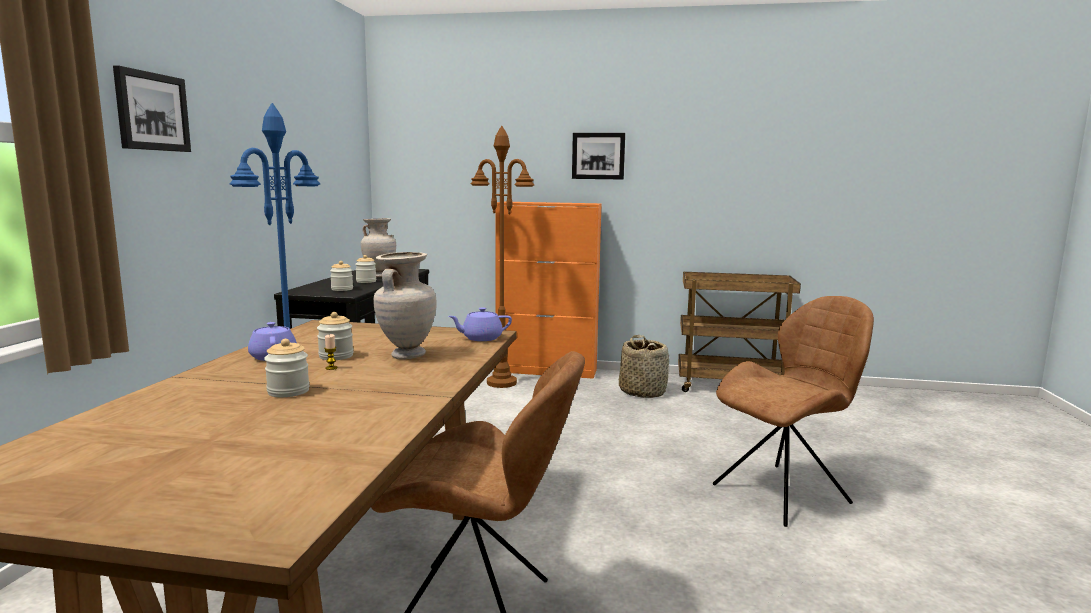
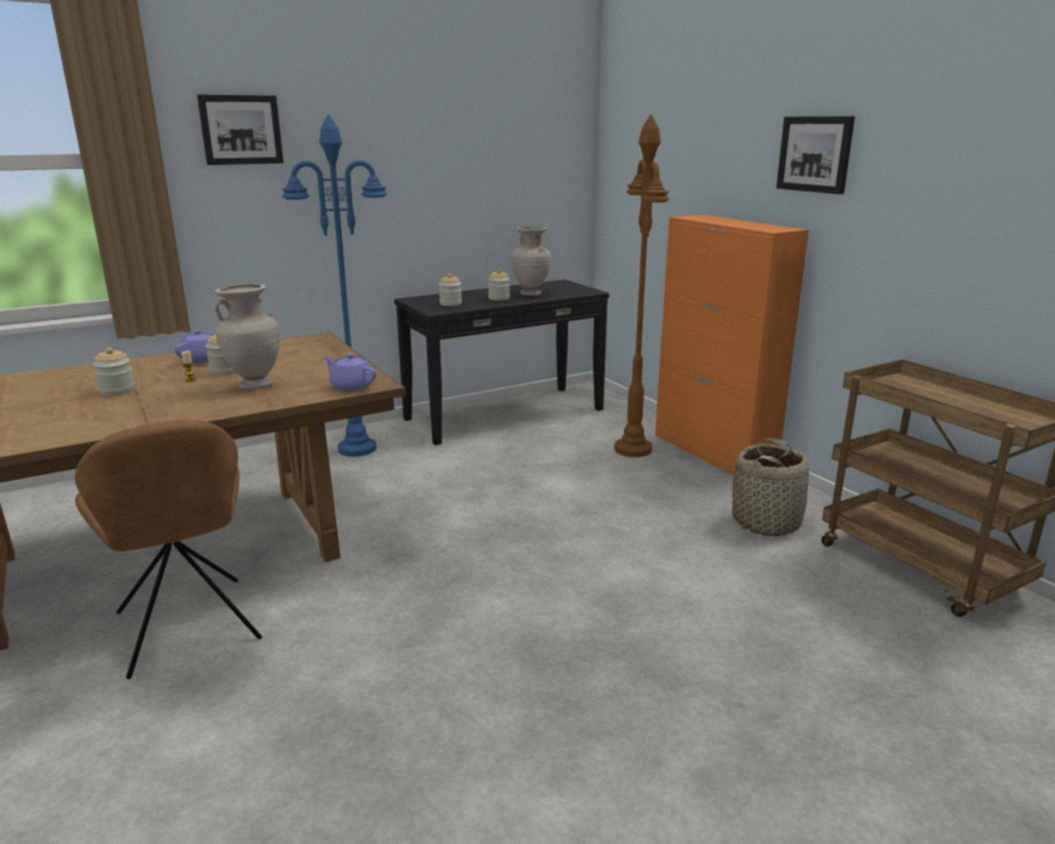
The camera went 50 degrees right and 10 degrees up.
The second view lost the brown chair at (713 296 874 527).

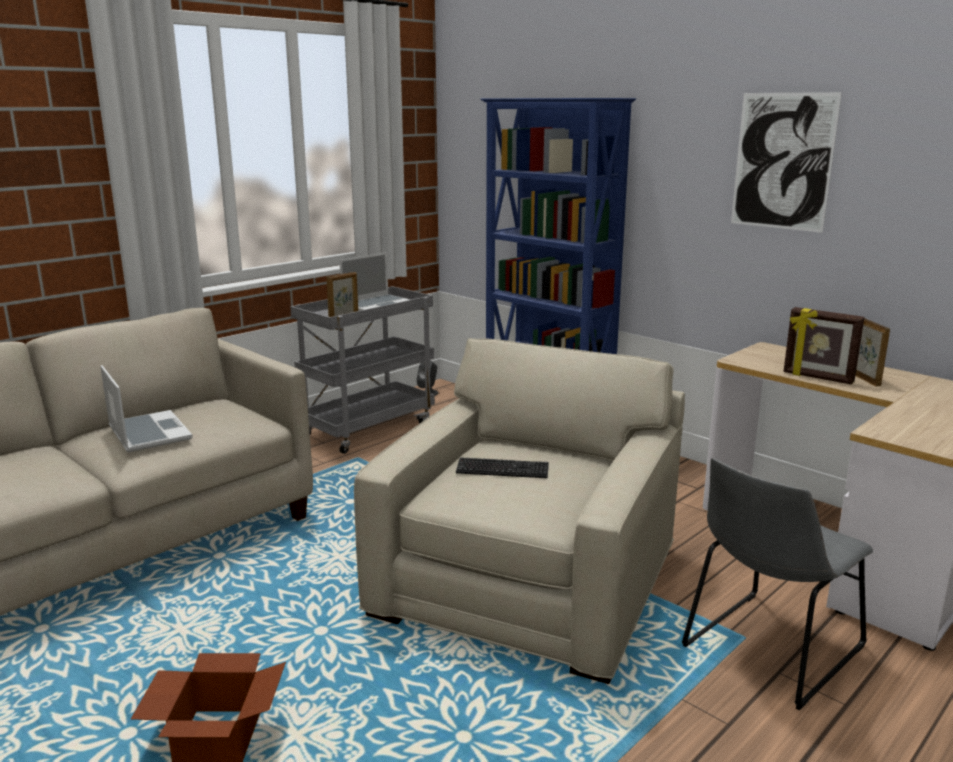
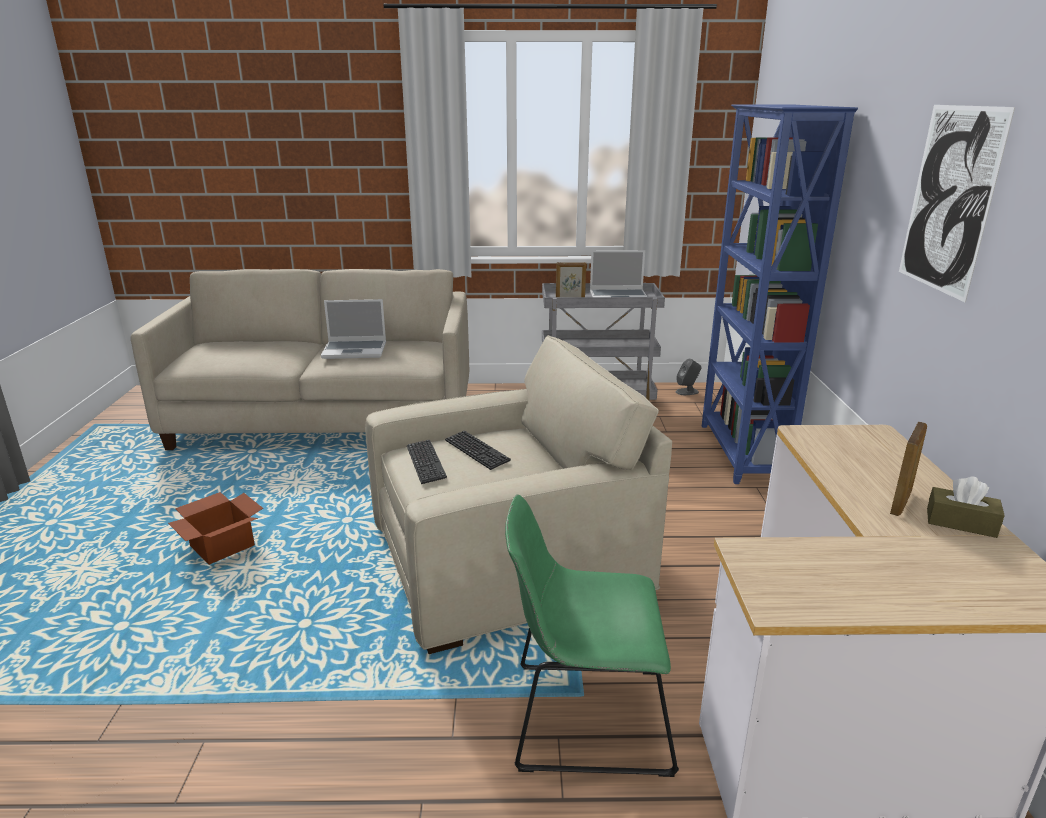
The camera went 45 degrees right and 5 degrees up.
The second view lost the picture frame at (783 307 865 384).
The second view gained the keyboard at (407 440 447 484).
The second view gained the brown tissue box at (927 477 1005 538).
What was the grey chair at (682 458 873 711) turned into the green chair at (505 494 679 777).
The laptop at (100 365 193 453) ended up facing another way, 75 degrees clockwise from before.

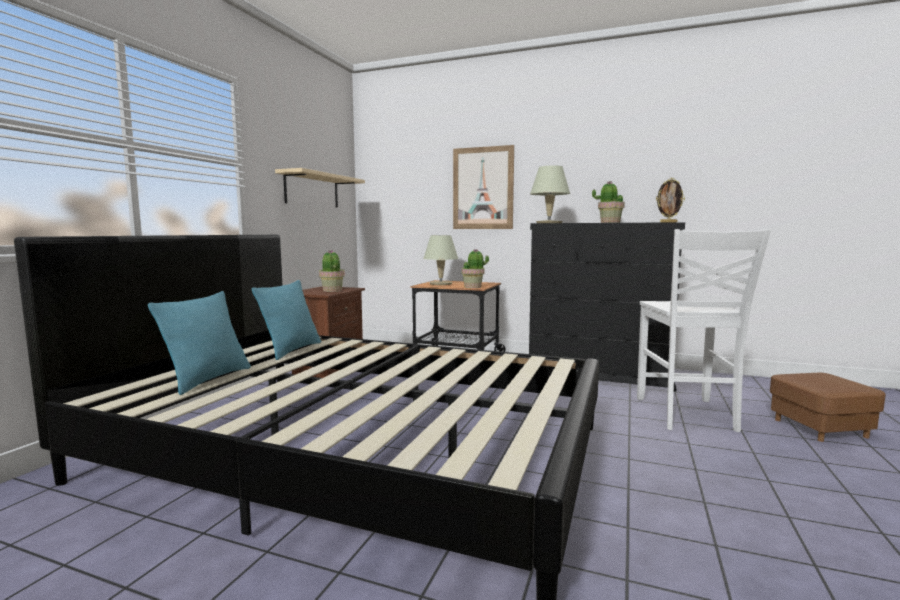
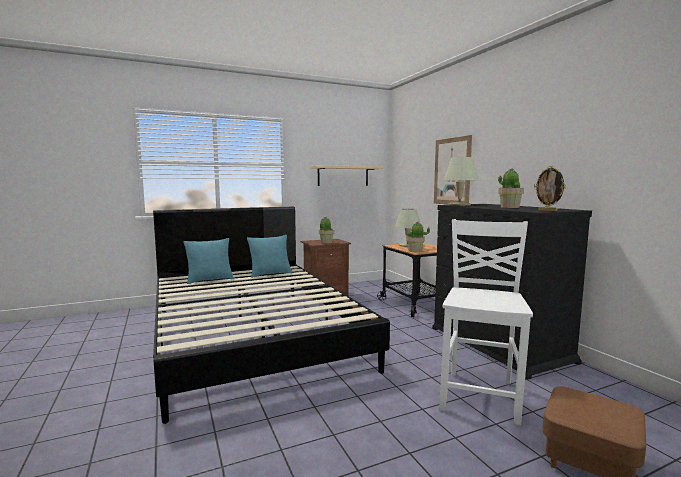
The camera went 45 degrees right and 0 degrees up.
The white chair at (637 229 771 432) ended up facing another way, 150 degrees clockwise from before.

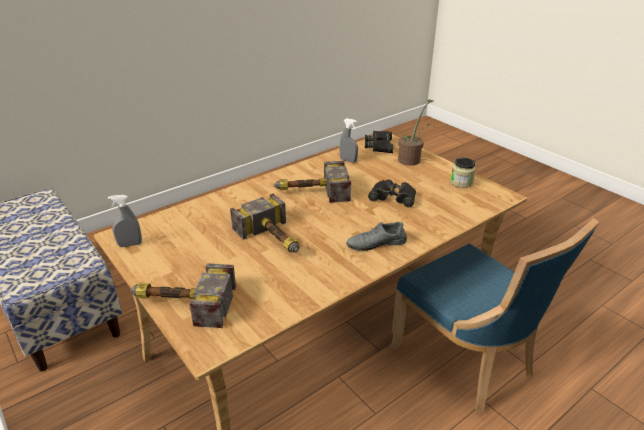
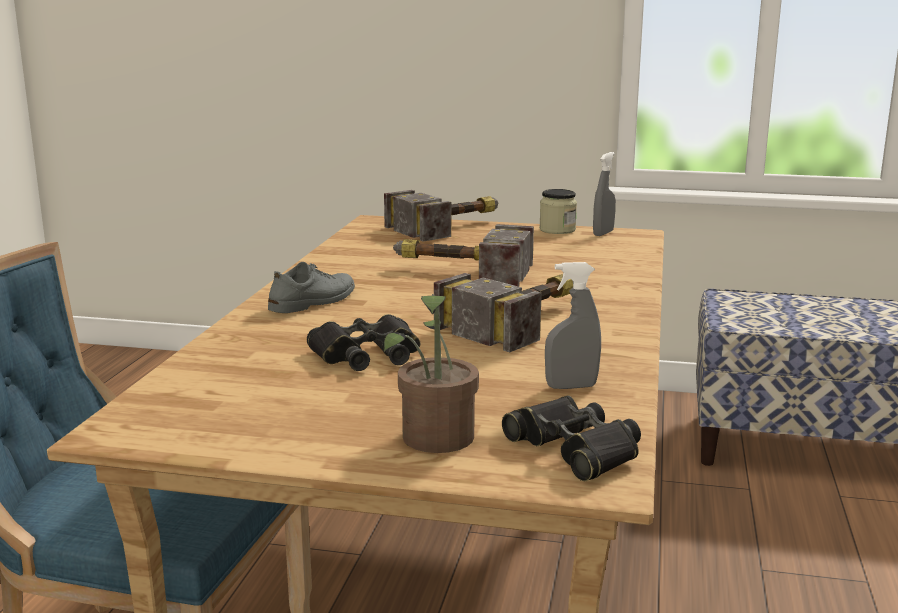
The camera went 140 degrees right and 15 degrees down.
The jar ended up elsewhere, having gone from (451 158 476 188) to (539 189 577 234).

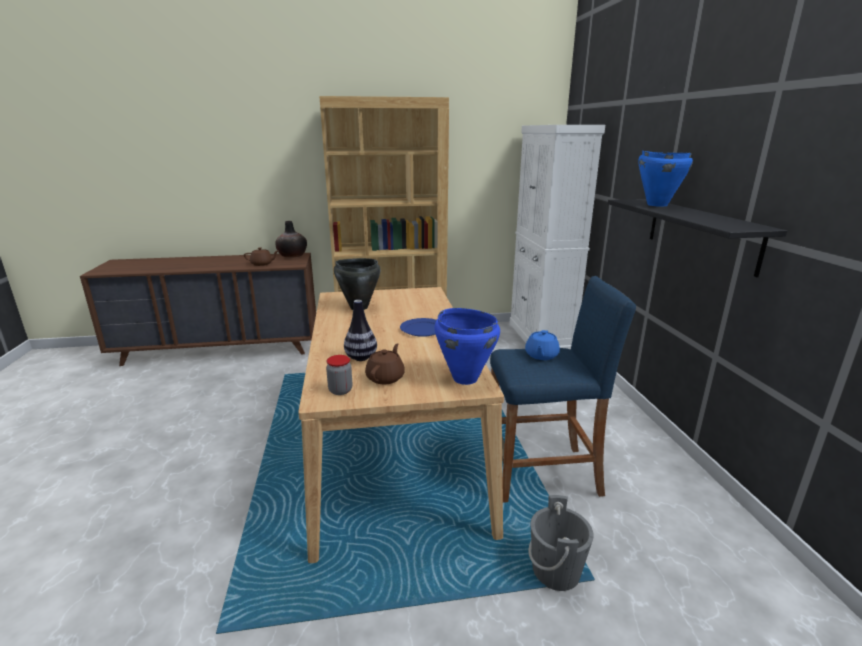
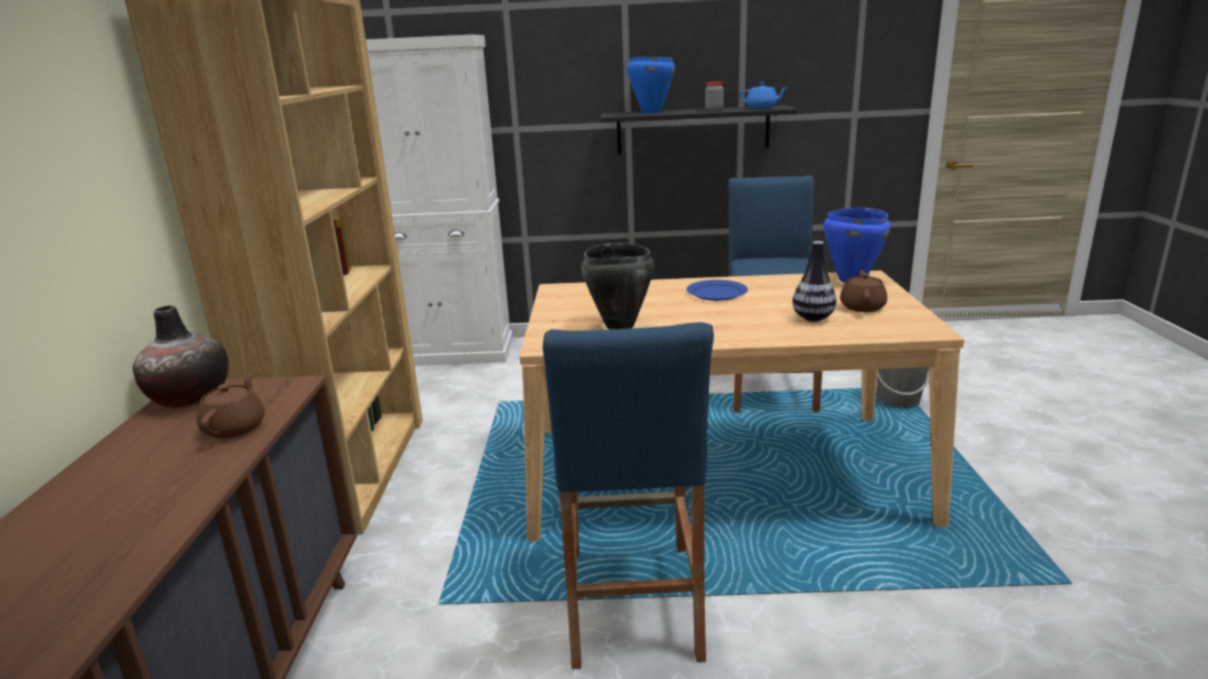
The camera went 80 degrees left and 0 degrees up.
The second view gained the blue stool at (543 322 714 669).
The jar ended up elsewhere, having gone from (326 355 352 395) to (705 82 724 111).
The blue teapot ended up elsewhere, having gone from (525 330 560 360) to (740 82 789 109).
The brown teapot at (365 343 405 384) ended up facing another way, 75 degrees clockwise from before.

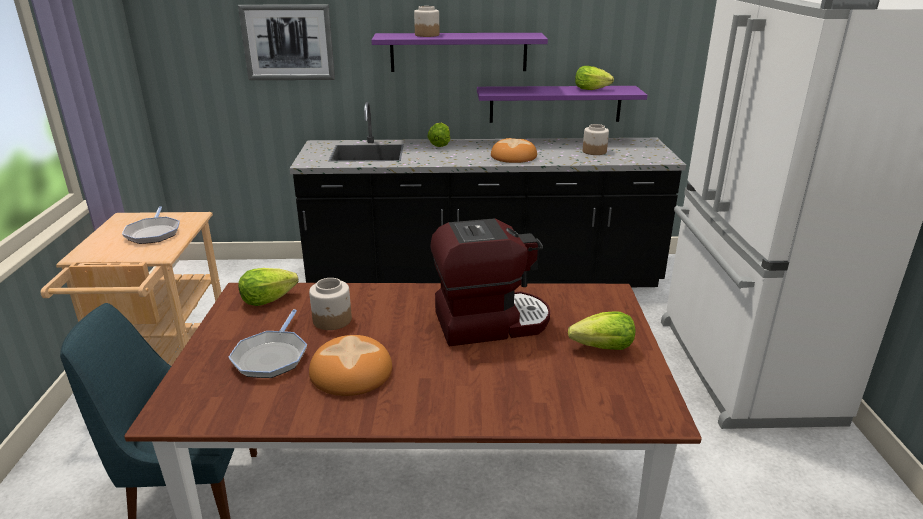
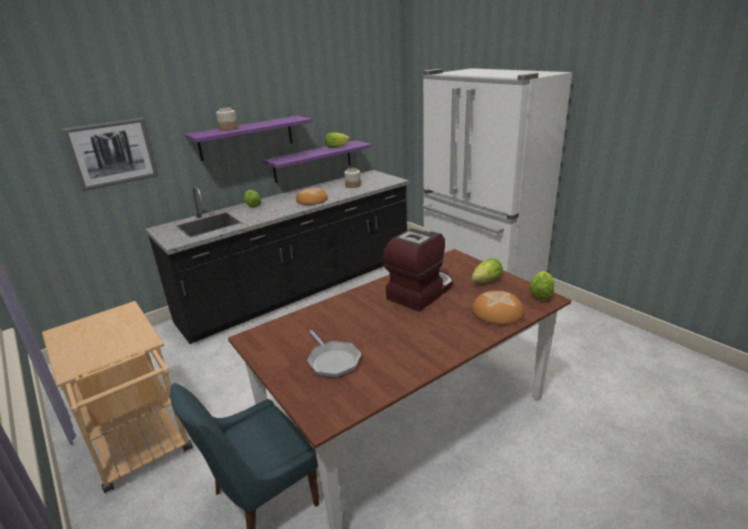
The camera went 35 degrees left and 0 degrees up.
The second view lost the frying pan at (122 206 180 244).
The second view lost the jar at (309 278 352 330).
The lettuce ended up elsewhere, having gone from (238 268 298 306) to (529 271 554 300).
The bread ended up elsewhere, having gone from (309 335 392 396) to (472 290 524 325).

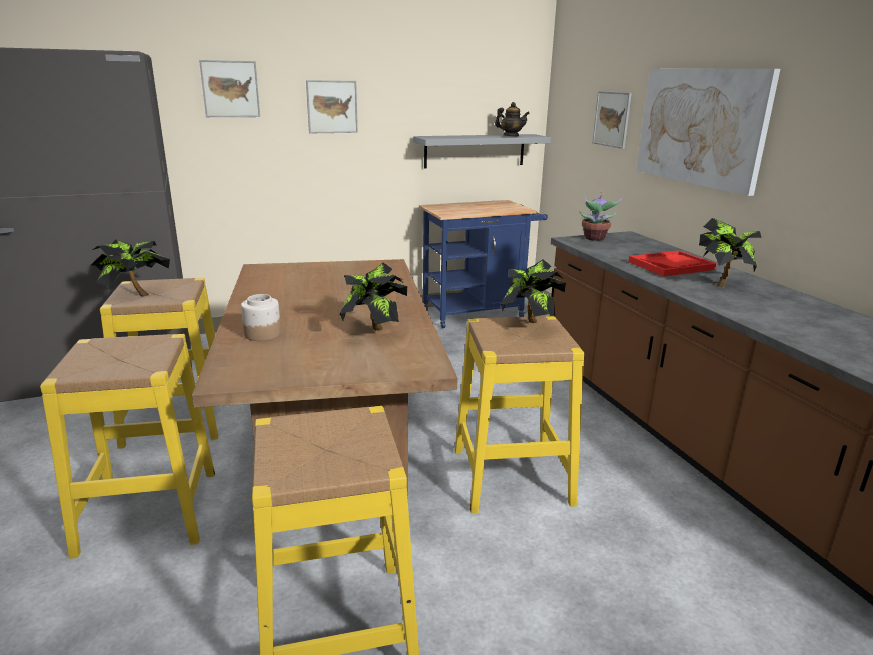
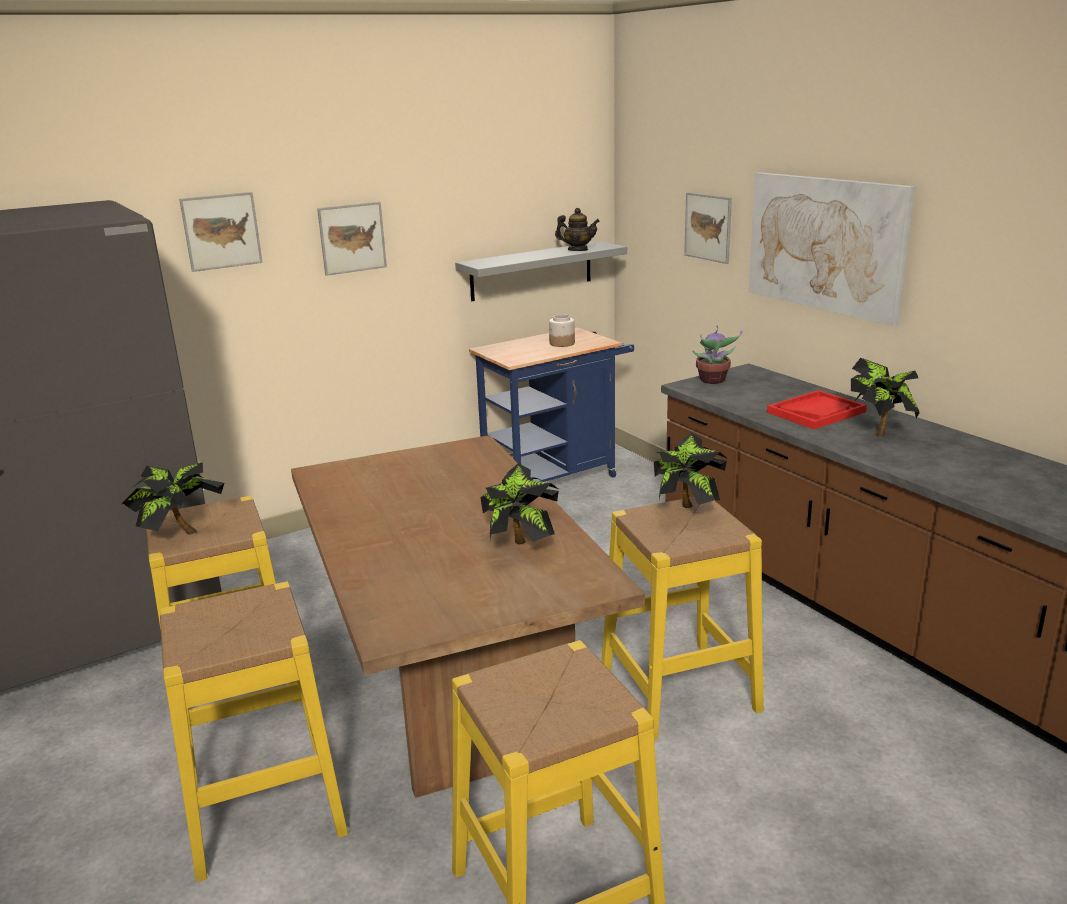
The camera went 10 degrees left and 0 degrees up.
The jar ended up elsewhere, having gone from (241 294 281 341) to (549 314 575 347).

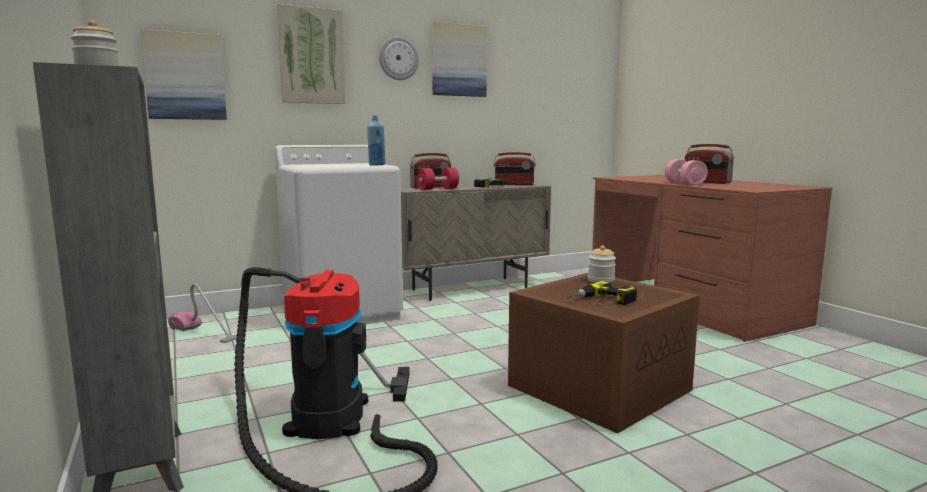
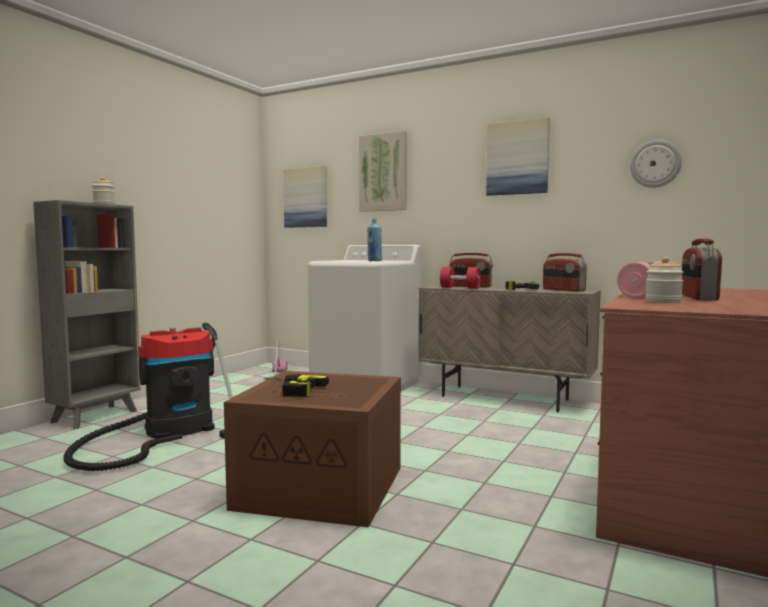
The camera went 55 degrees right and 5 degrees down.
The wall clock ended up elsewhere, having gone from (379 36 419 80) to (630 140 682 188).
The jar ended up elsewhere, having gone from (588 245 616 283) to (645 257 684 303).

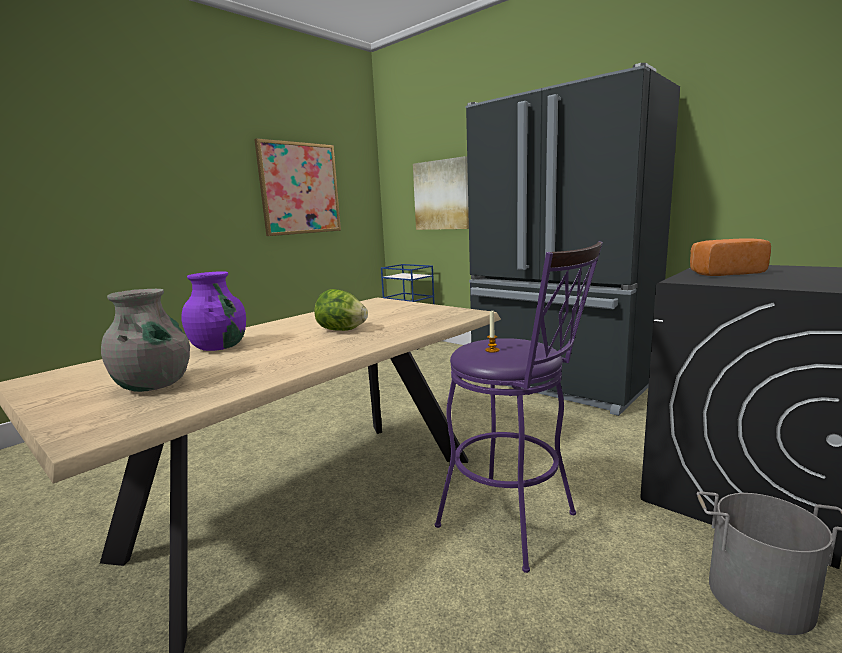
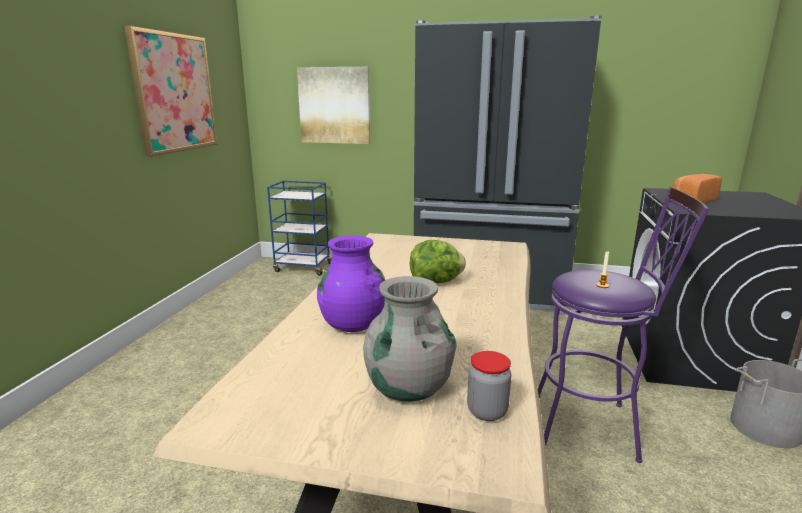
The camera went 30 degrees left and 5 degrees up.
The second view gained the jar at (467 351 512 421).

